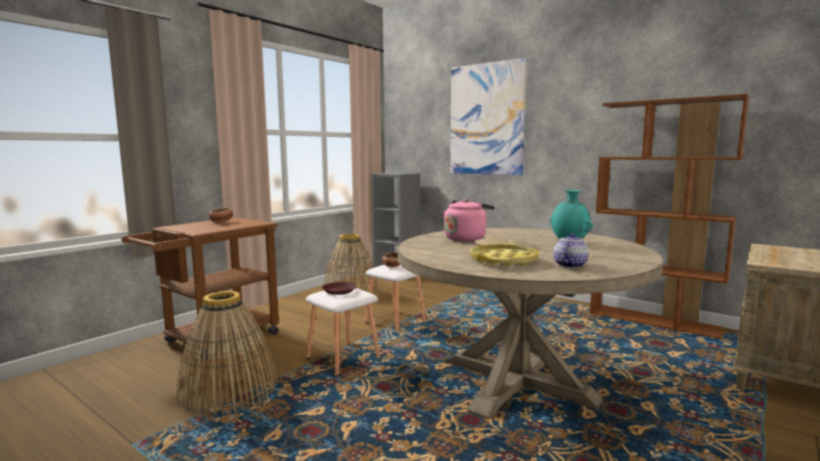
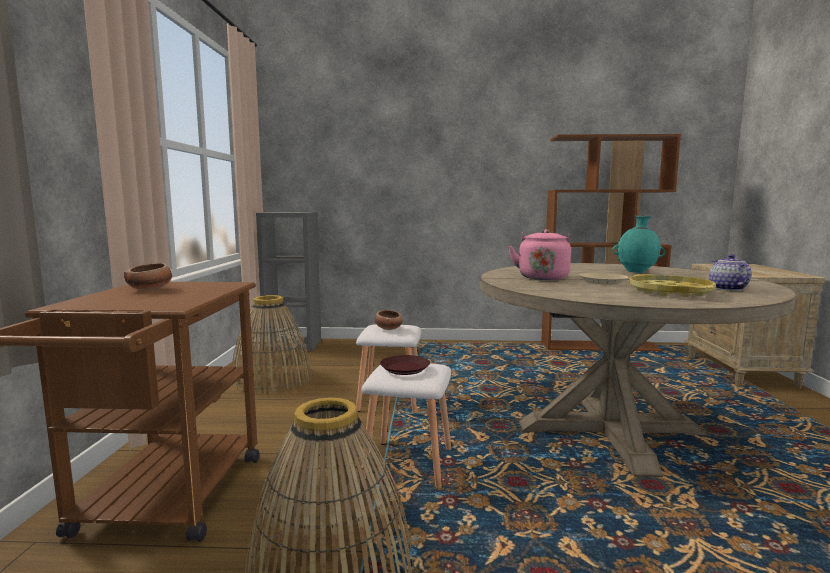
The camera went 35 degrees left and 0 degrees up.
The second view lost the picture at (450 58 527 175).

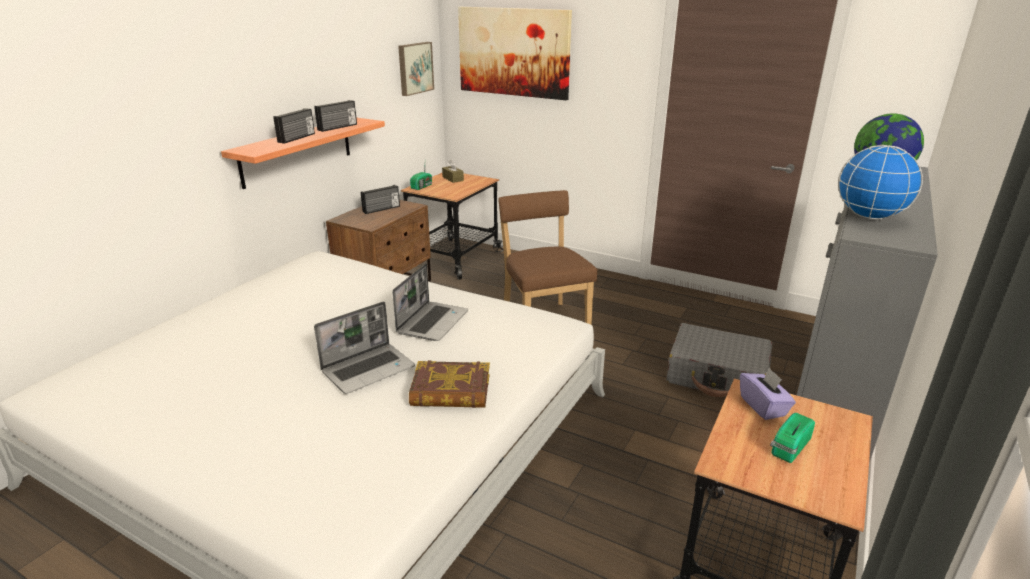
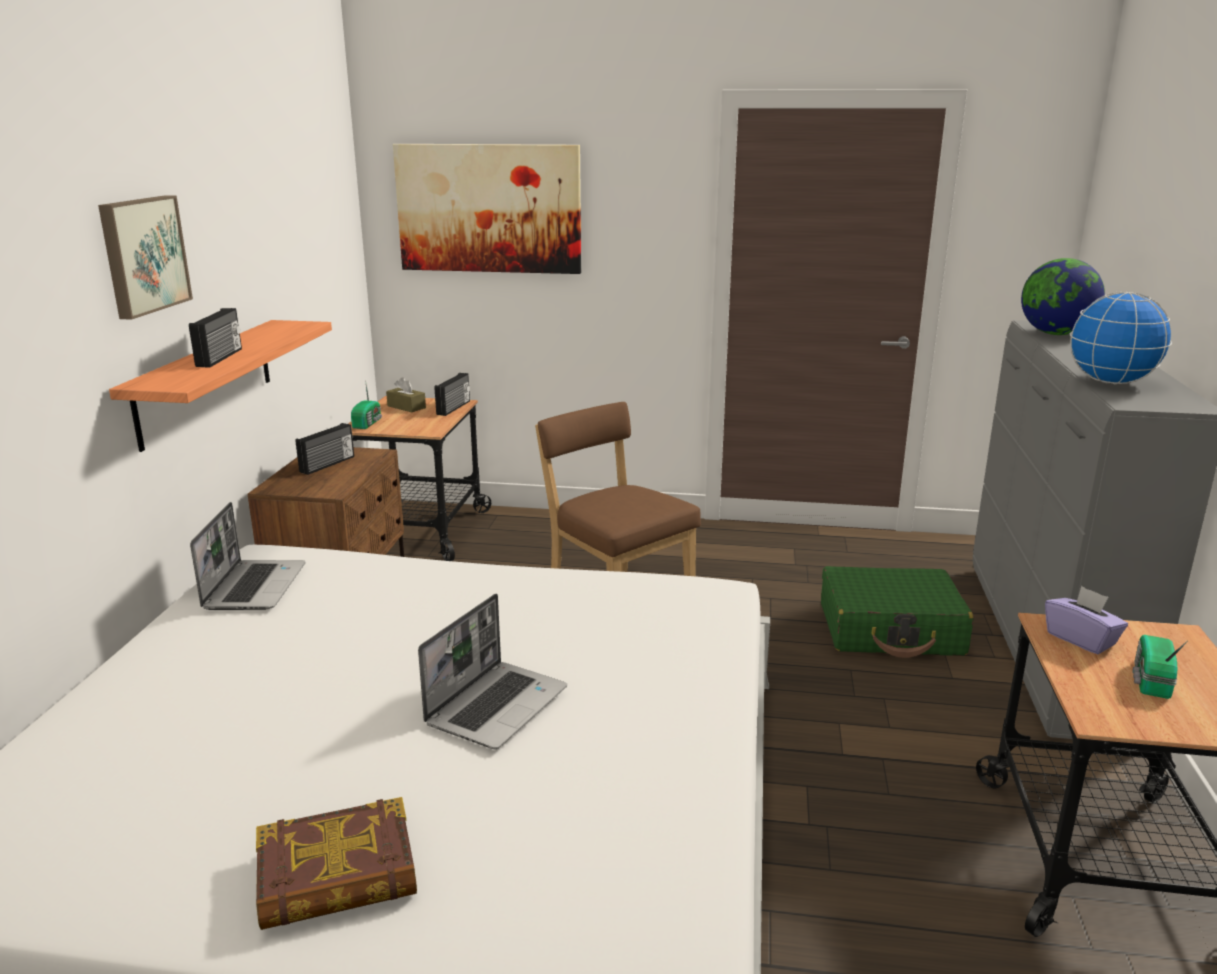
The camera went 20 degrees left and 5 degrees down.
The radio ended up elsewhere, having gone from (314 100 357 132) to (434 373 470 416).
The laptop ended up elsewhere, having gone from (392 263 468 341) to (190 502 306 610).
The picture ended up elsewhere, having gone from (398 42 434 96) to (98 195 193 320).
The book ended up elsewhere, having gone from (409 360 490 408) to (256 797 417 930).
What was the grey suitcase at (666 323 772 397) turned into the green suitcase at (821 566 974 658).

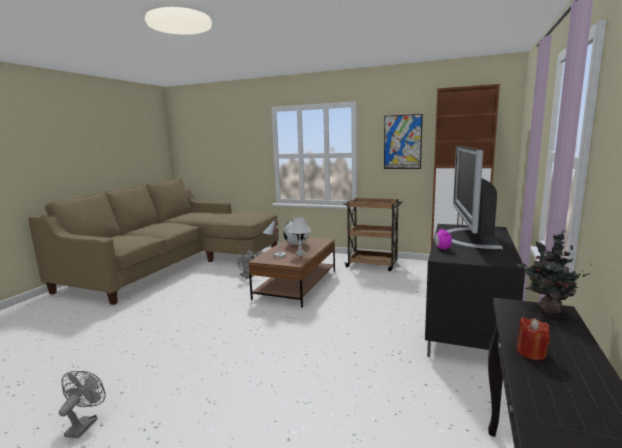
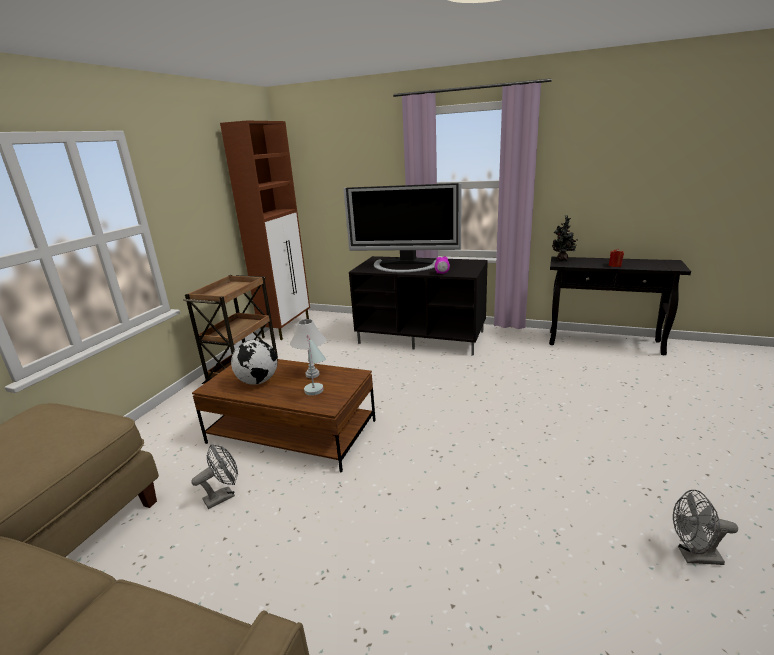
The camera went 90 degrees left and 10 degrees up.
The second view lost the picture at (384 114 423 169).

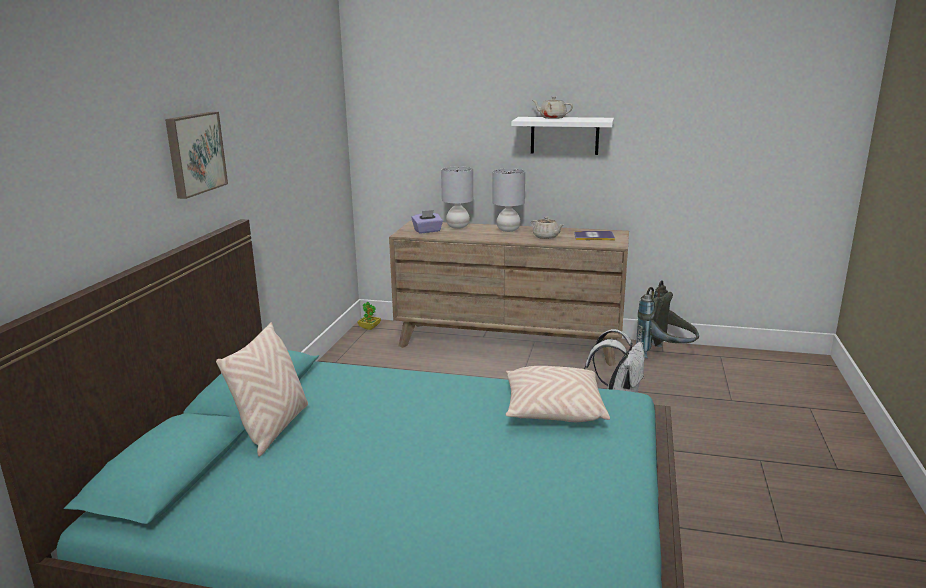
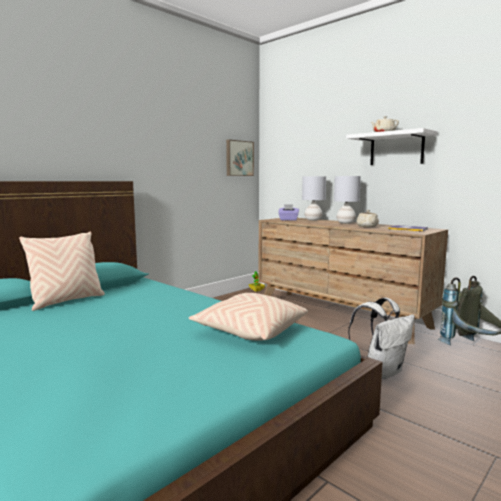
The camera went 30 degrees right and 10 degrees down.
The picture ended up elsewhere, having gone from (165 112 228 199) to (226 140 254 176).

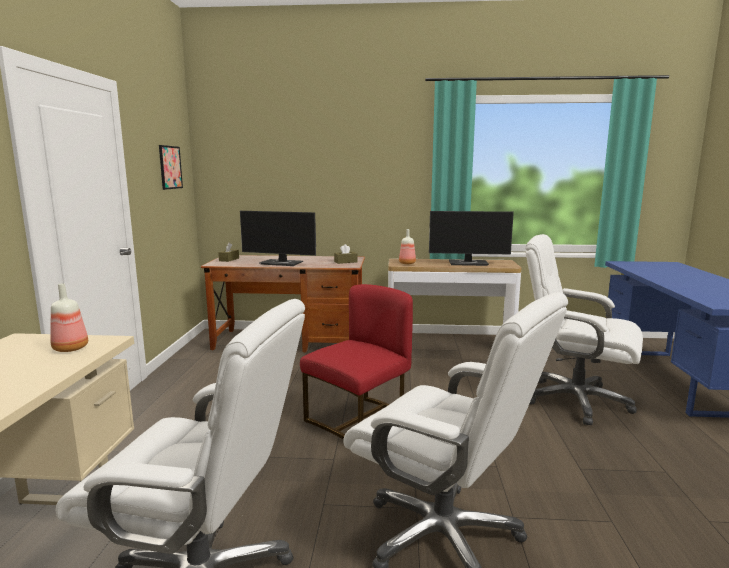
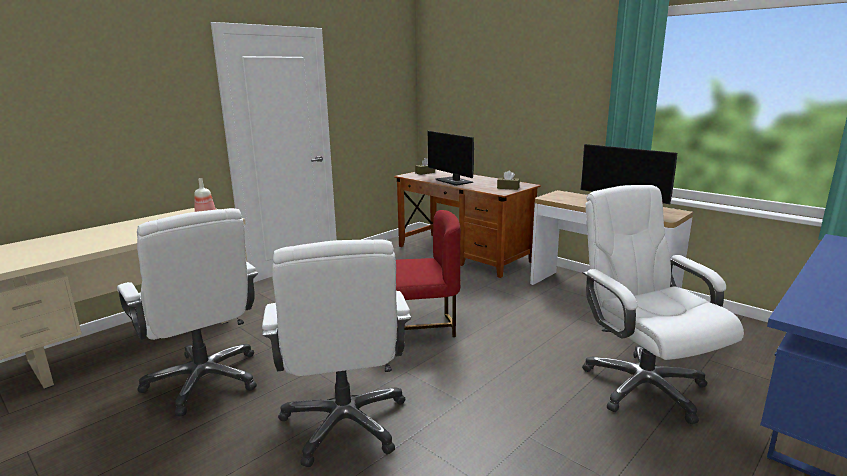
The camera went 40 degrees right and 5 degrees up.
The second view lost the picture at (159 145 183 190).
The second view lost the bottle at (399 229 416 264).

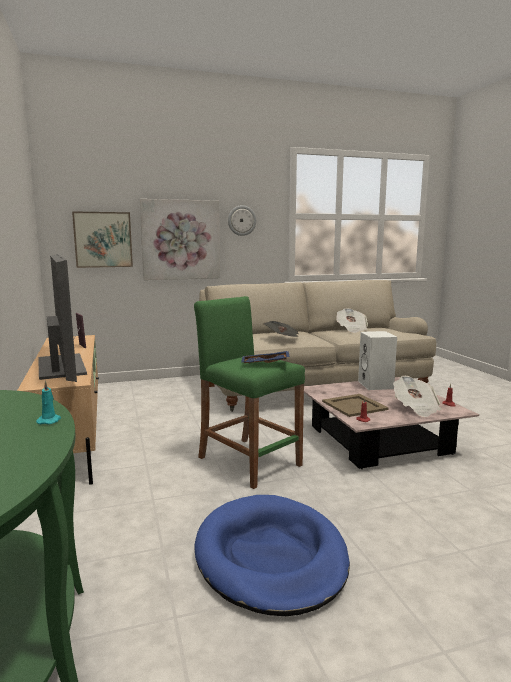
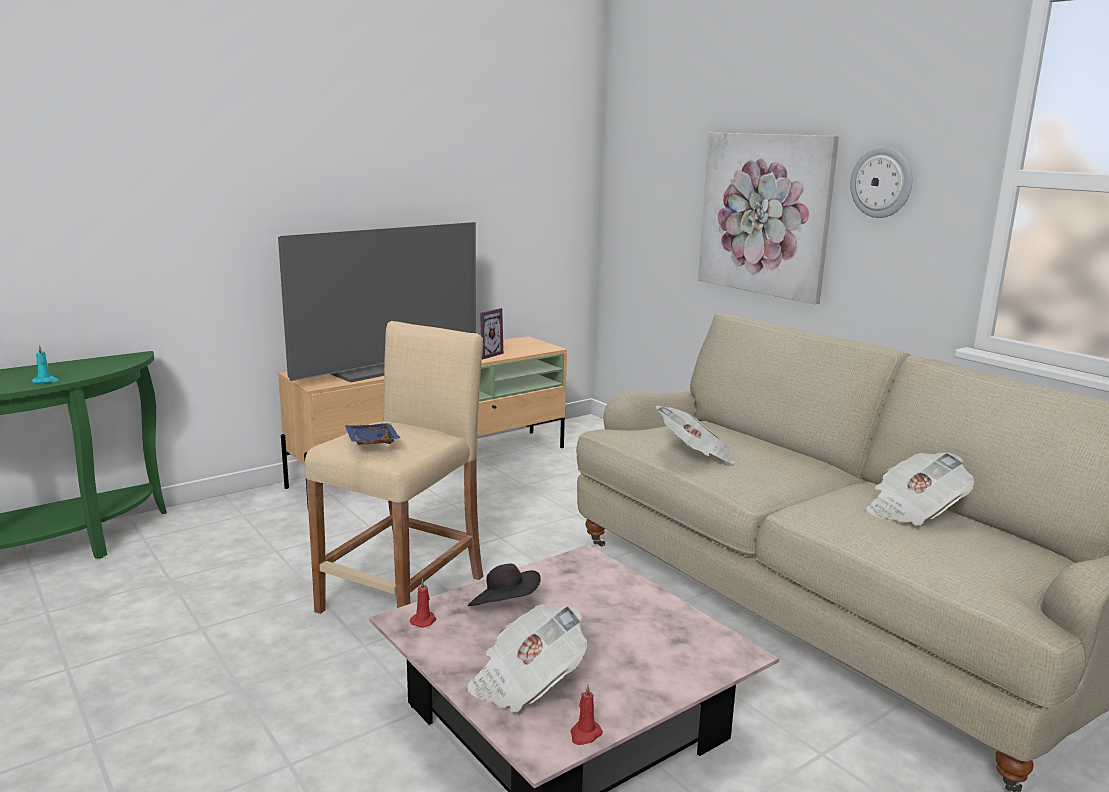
The camera went 70 degrees right and 5 degrees up.
The second view lost the picture at (72 211 133 268).
The second view lost the blue dog bed at (194 495 350 616).
The second view lost the white speaker at (358 331 397 390).
Where the beige tray stood at (322 394 389 417), the black hat came to stand at (468 563 541 606).
What was the green stool at (194 296 305 489) turned into the beige stool at (305 321 483 614).

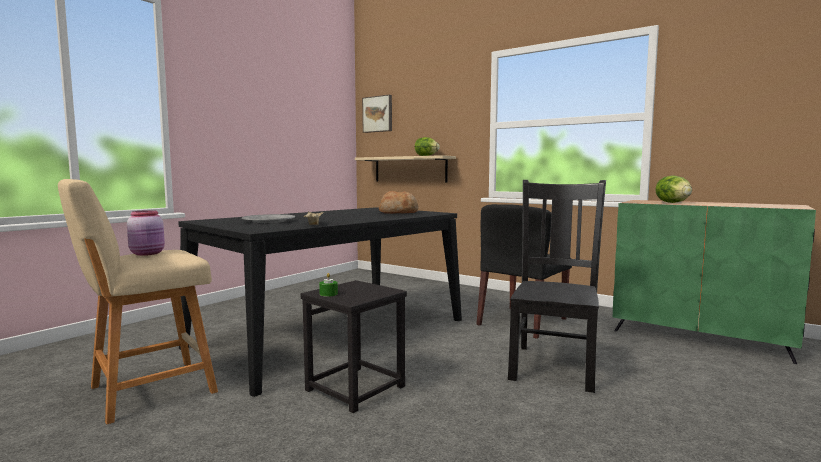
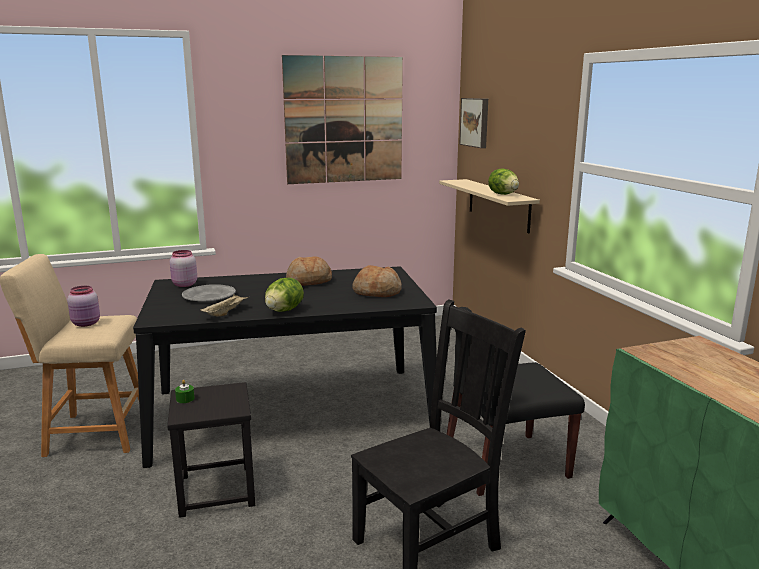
The camera went 35 degrees right and 10 degrees up.
The second view gained the pink jar at (170 250 197 287).
The second view gained the picture at (282 55 403 184).
The second view gained the bread at (286 256 332 286).
The lettuce ended up elsewhere, having gone from (655 175 692 203) to (265 278 304 312).

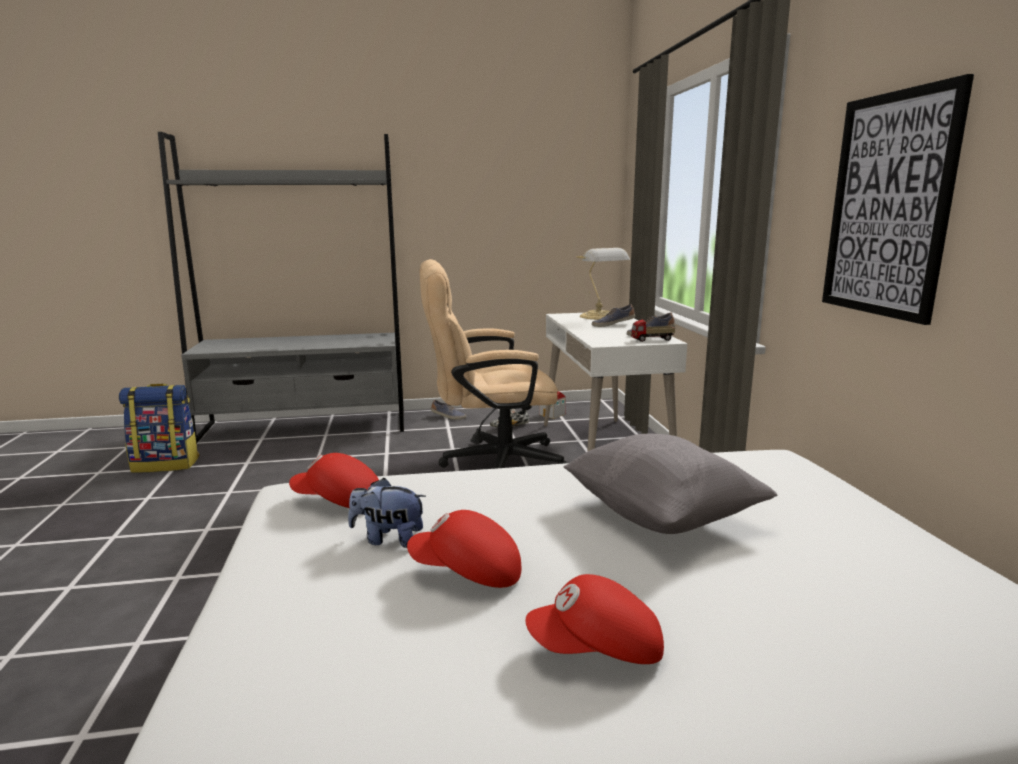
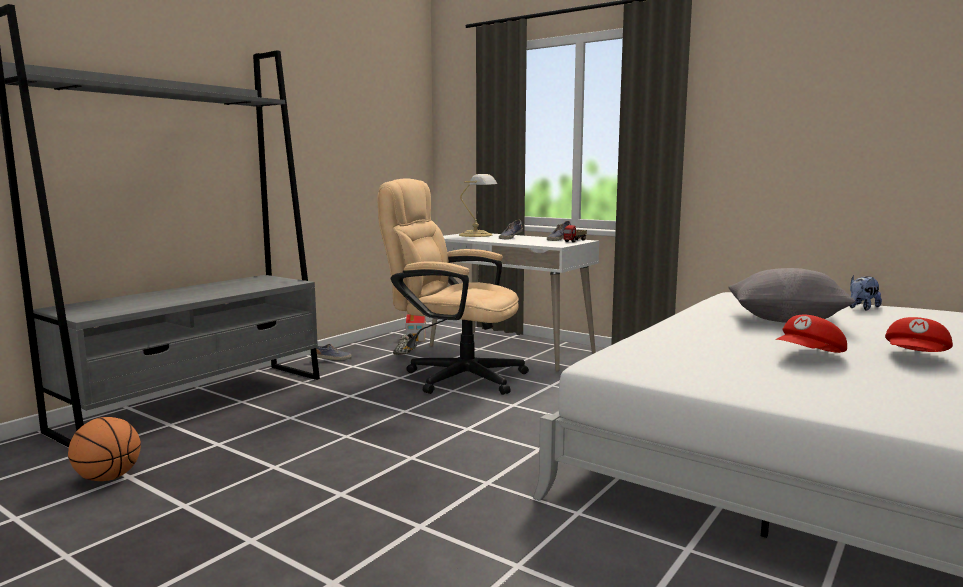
The camera went 45 degrees left and 5 degrees down.
The second view lost the red cap at (289 453 379 508).
The second view lost the picture at (822 74 974 325).
The plush toy ended up elsewhere, having gone from (348 478 426 548) to (850 275 882 310).
Where the backpack stood at (119 383 199 473), the basketball came to stand at (68 417 141 481).
The beige office chair at (420 259 567 469) ended up facing another way, 75 degrees clockwise from before.

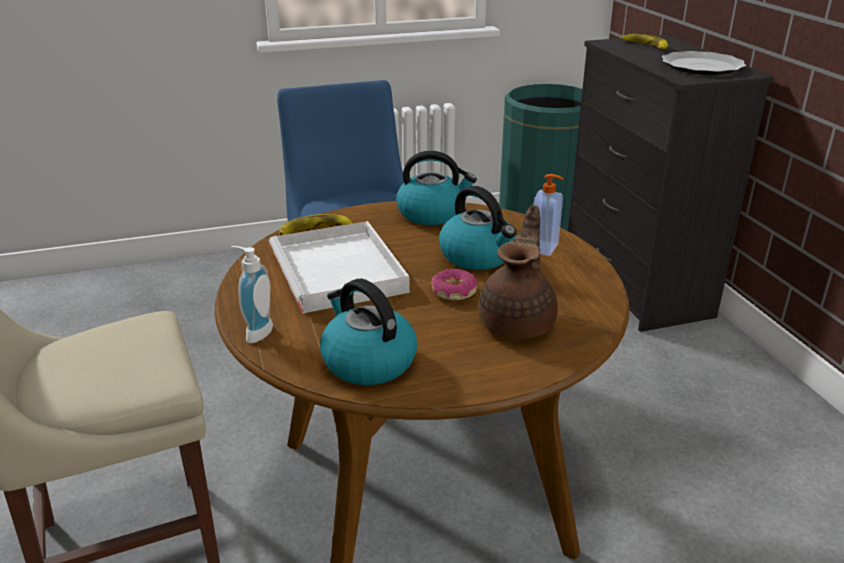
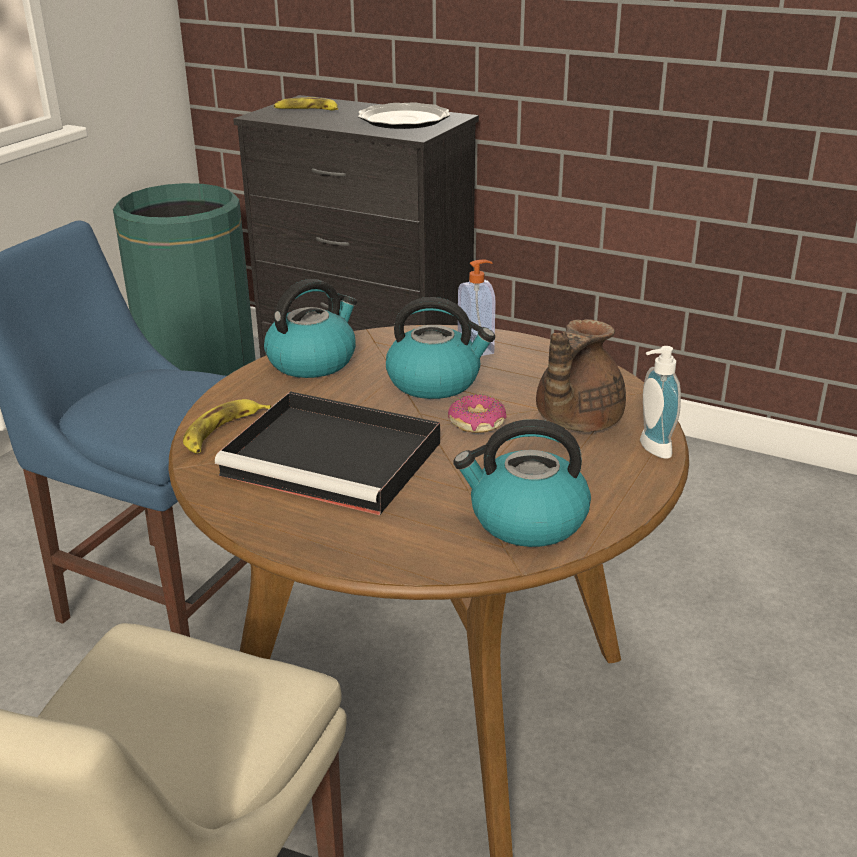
The camera went 45 degrees left and 0 degrees up.
The soap dispenser ended up elsewhere, having gone from (231 246 273 343) to (640 346 681 459).
What was the white tray at (269 221 410 313) turned into the black tray at (215 391 440 515).
The brown teapot at (478 205 558 338) ended up facing another way, 120 degrees counterclockwise from before.

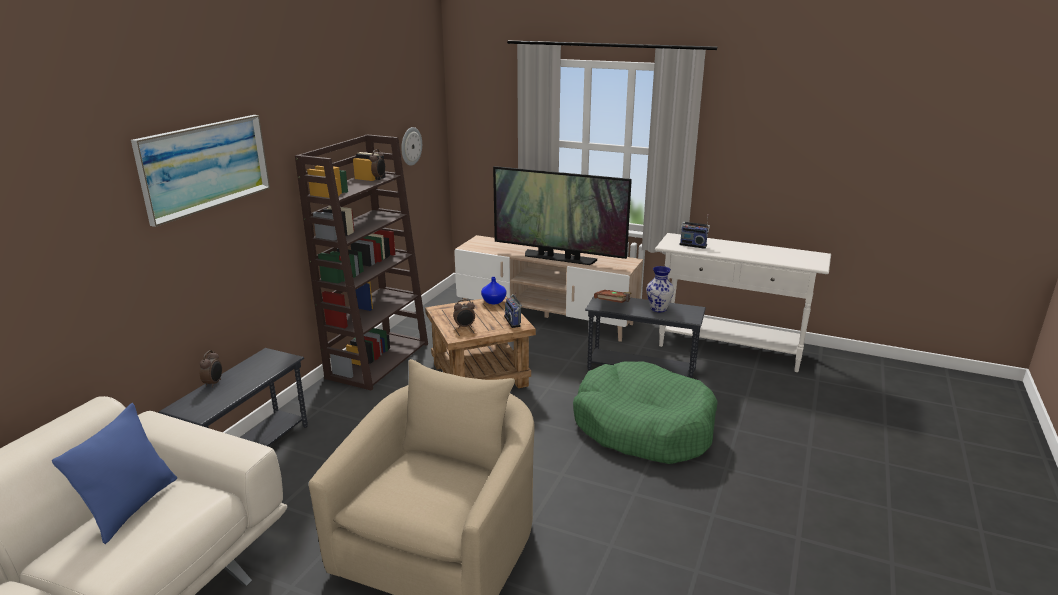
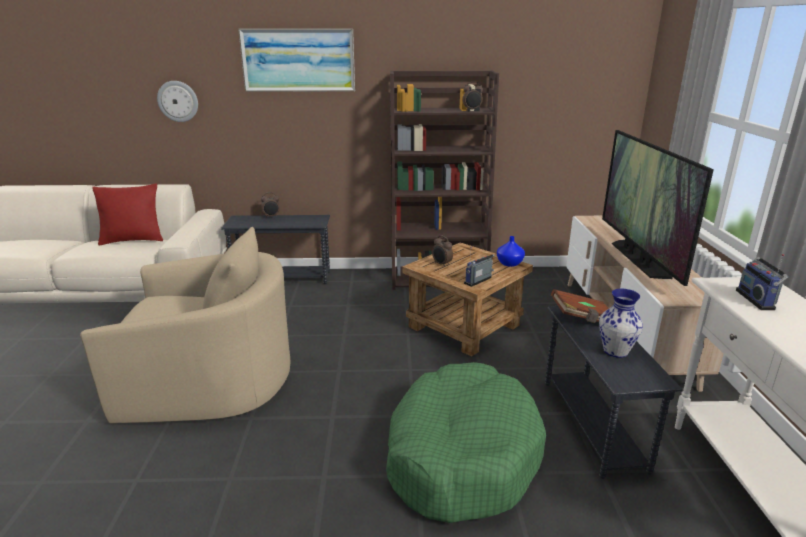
The camera went 65 degrees right and 0 degrees up.
The wall clock ended up elsewhere, having gone from (401 127 422 166) to (157 81 198 122).
What was the blue pillow at (52 403 177 544) turned into the red pillow at (92 183 163 245).

